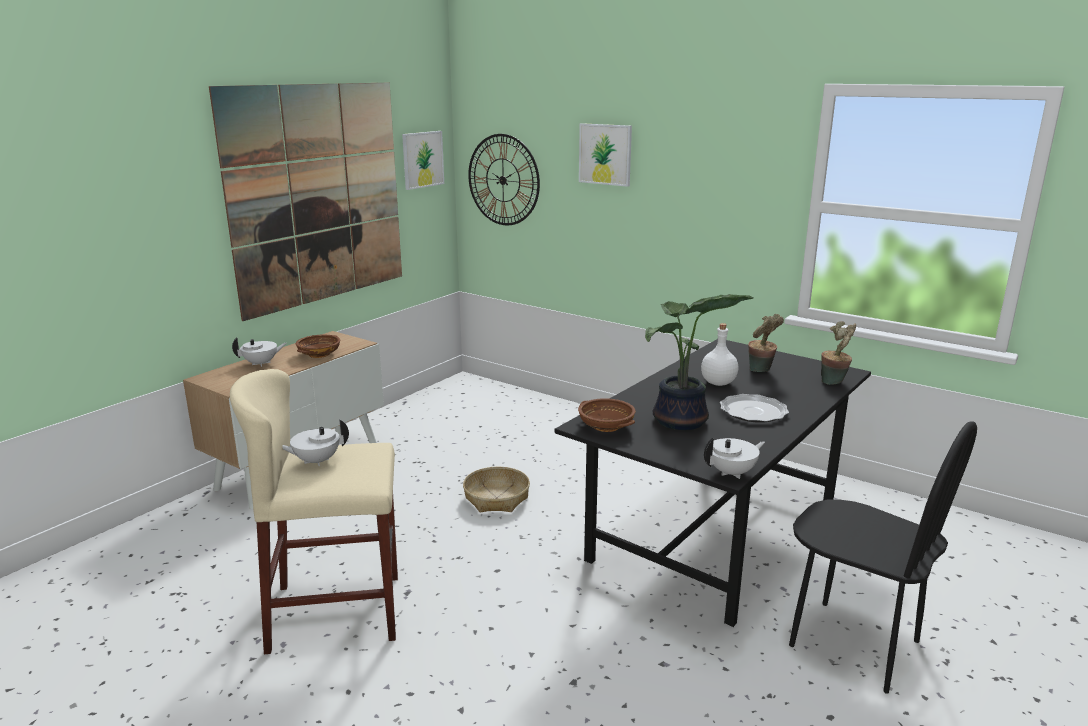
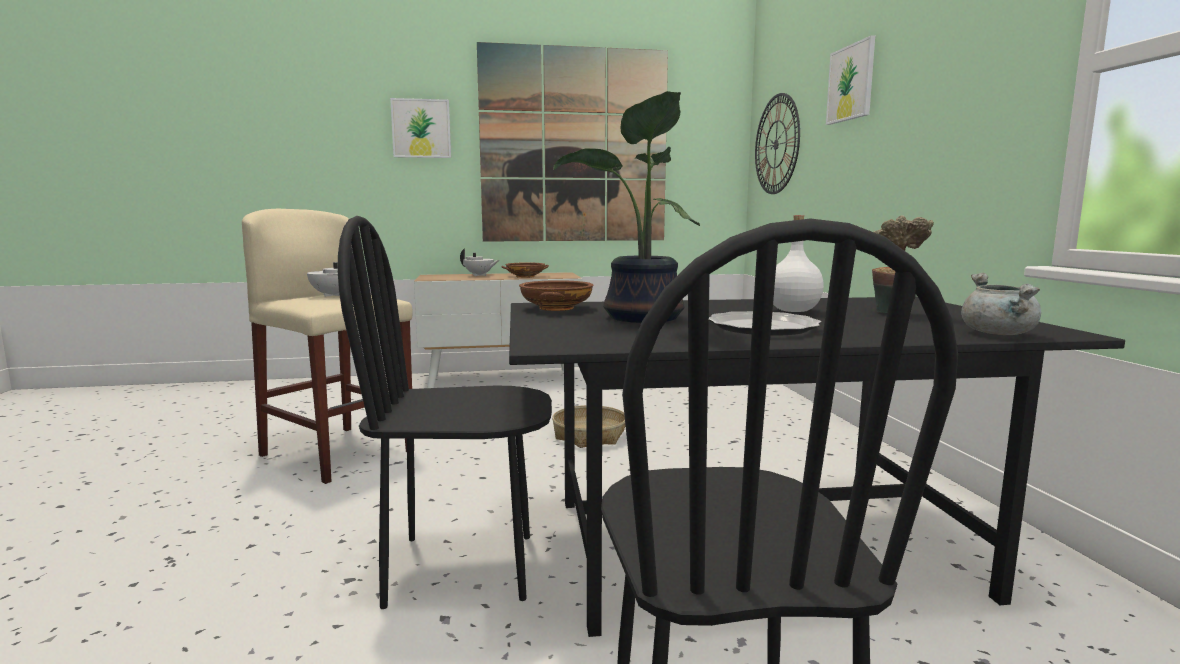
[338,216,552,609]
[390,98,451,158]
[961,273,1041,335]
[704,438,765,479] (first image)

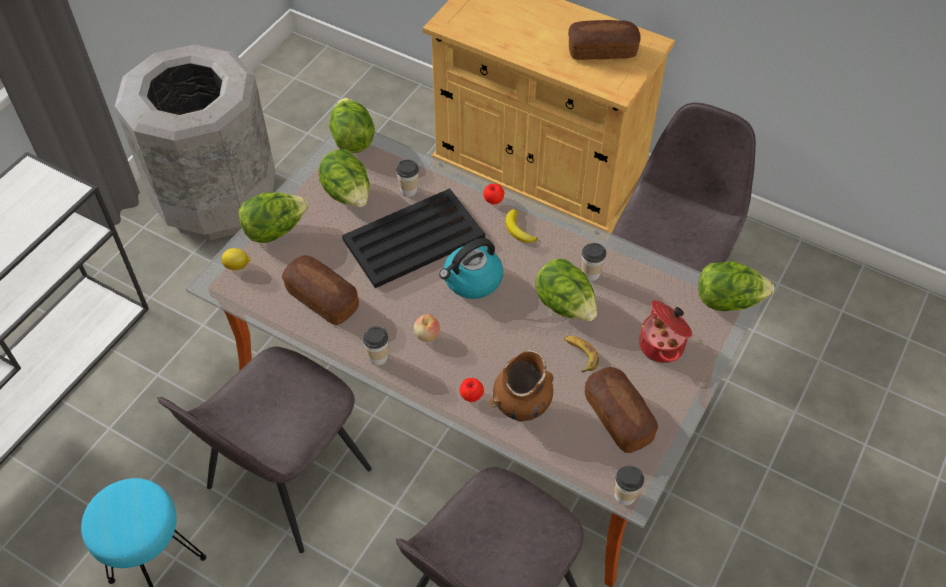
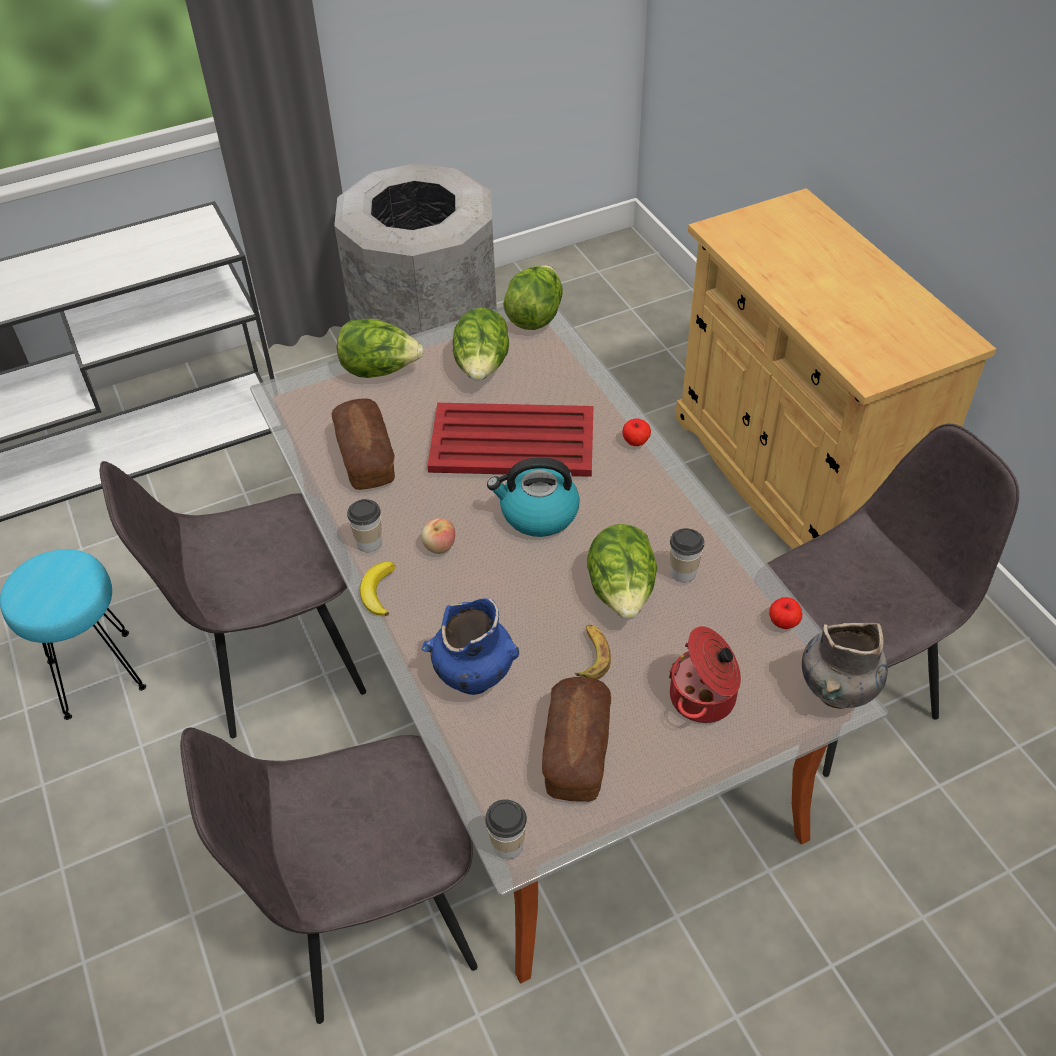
[360,562,395,616]
[422,598,519,695]
[428,403,593,477]
[769,597,802,629]
[802,623,888,709]
[222,248,250,270] (first image)
[396,160,419,197] (first image)
[568,20,640,60] (first image)

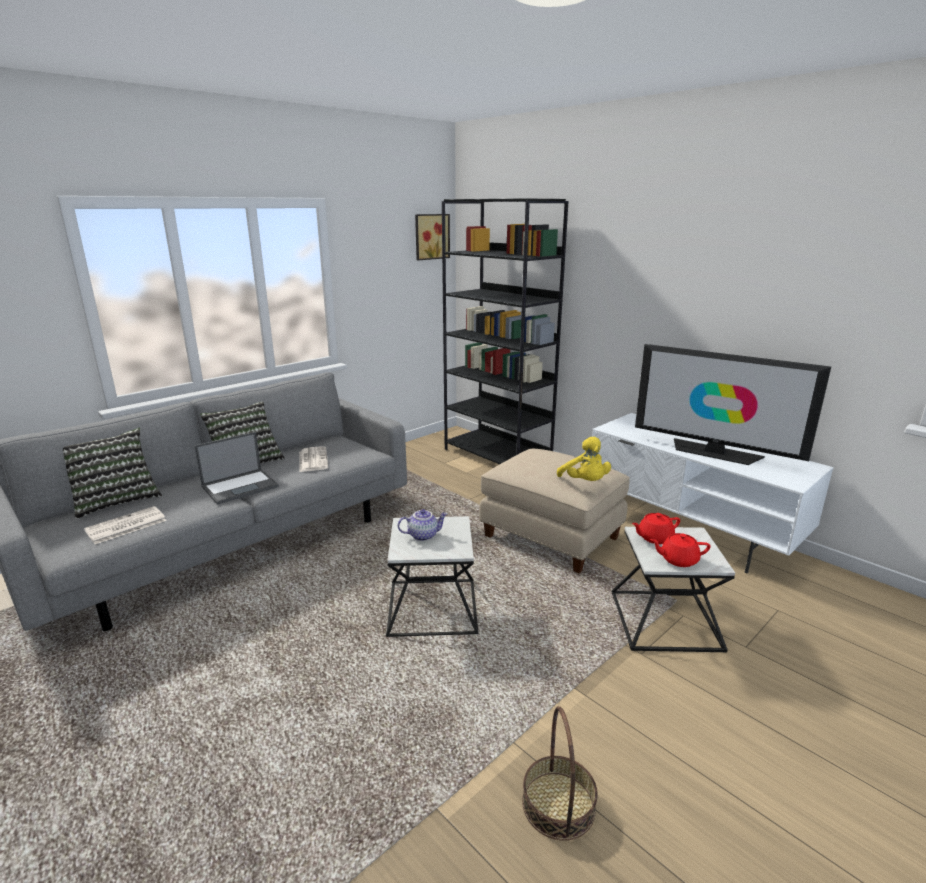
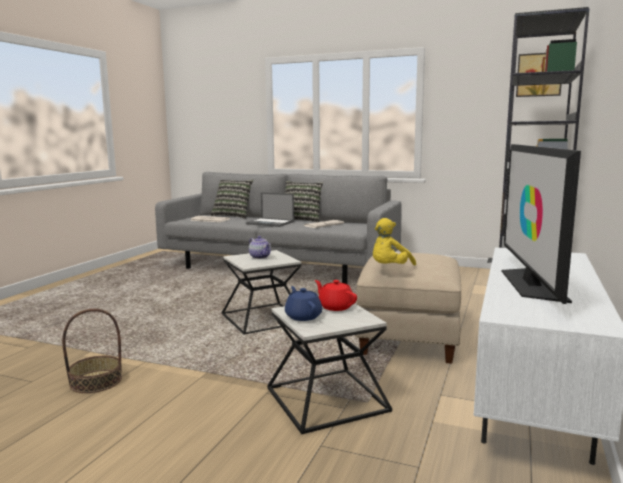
[285,286,322,321]

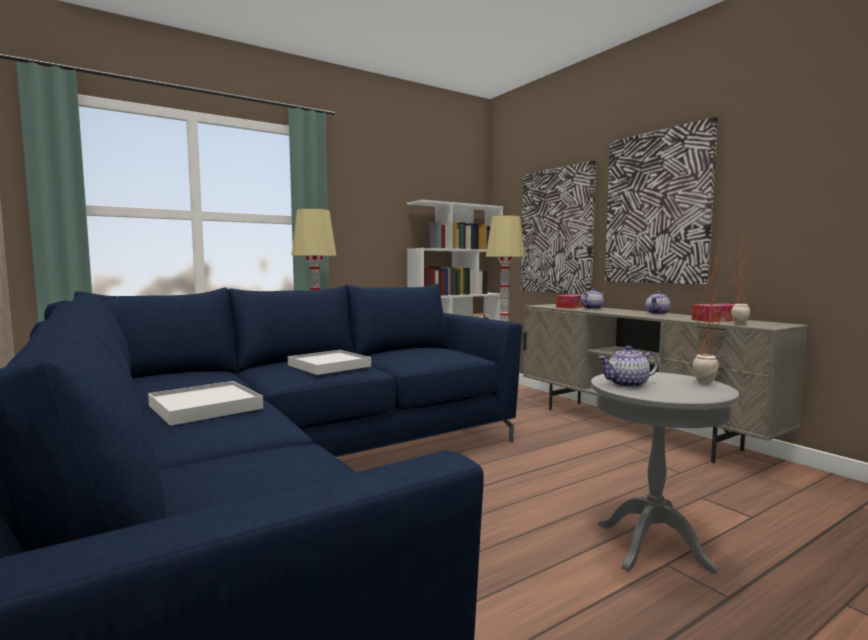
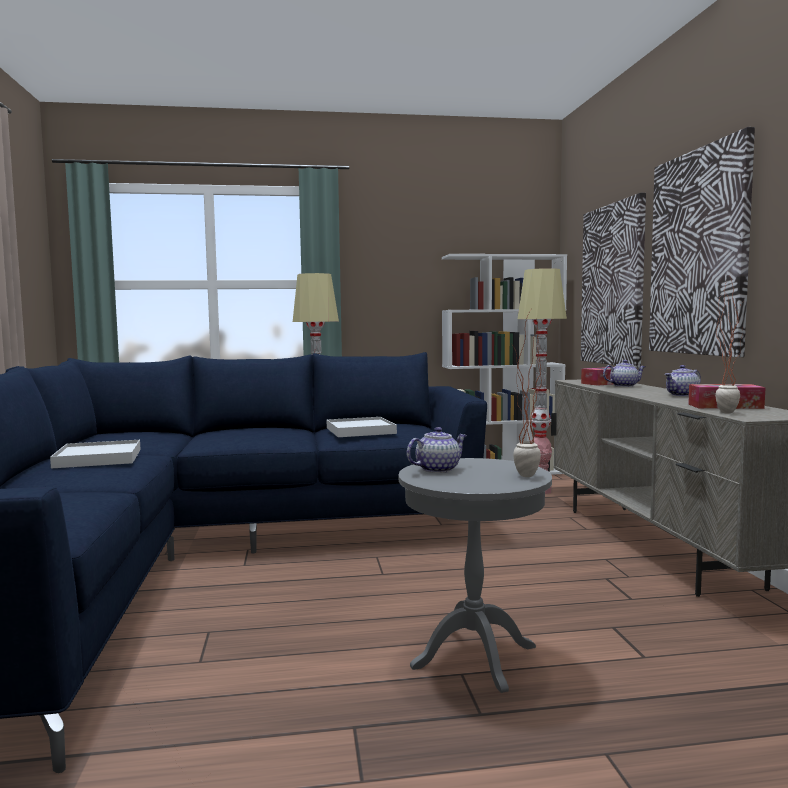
[327,417,397,437]
[407,427,467,473]

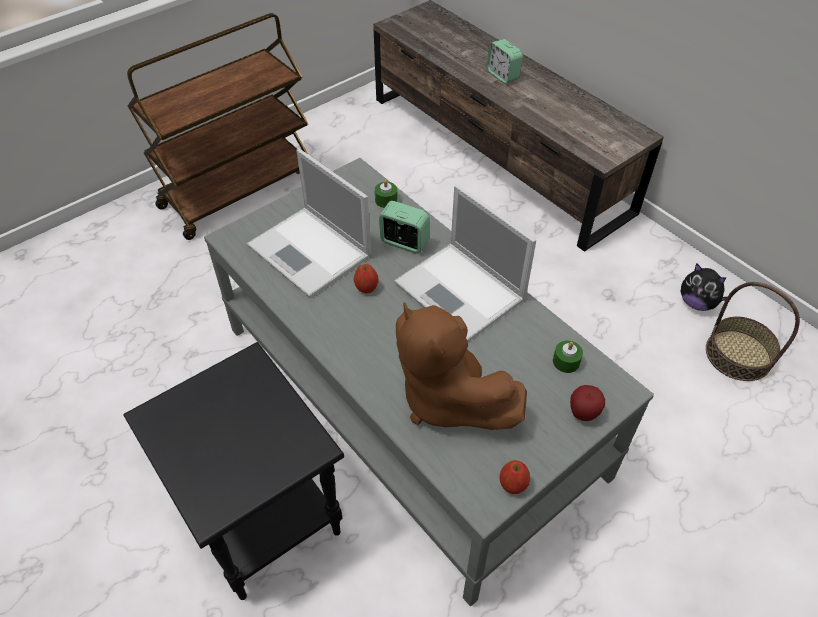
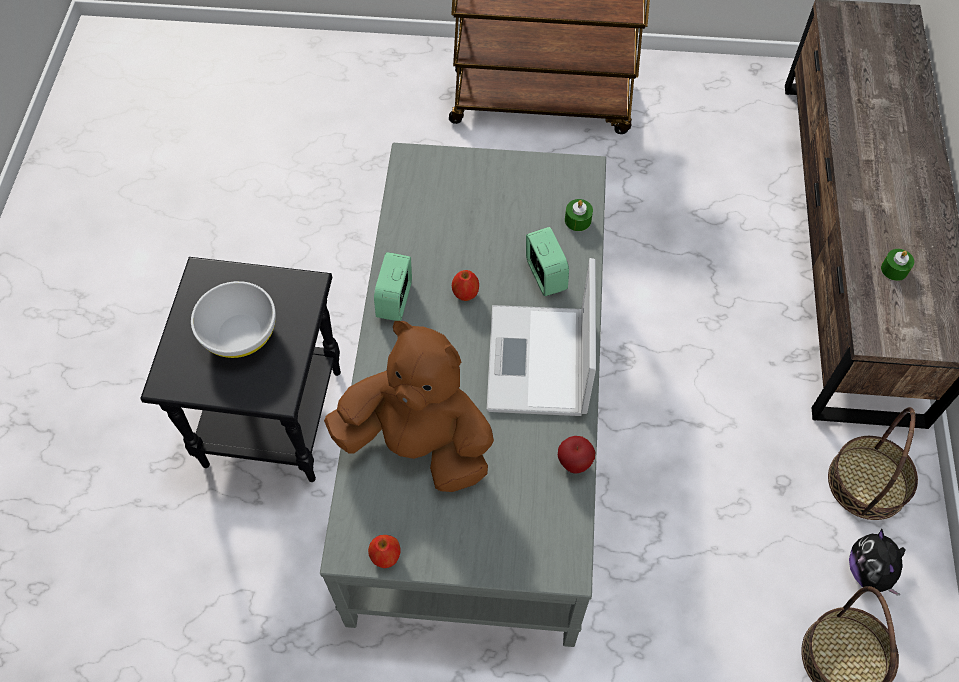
[191,281,276,358]
[324,321,494,492]
[374,252,412,321]
[558,436,595,474]
[828,407,918,520]
[881,249,914,281]
[247,149,371,298] (first image)

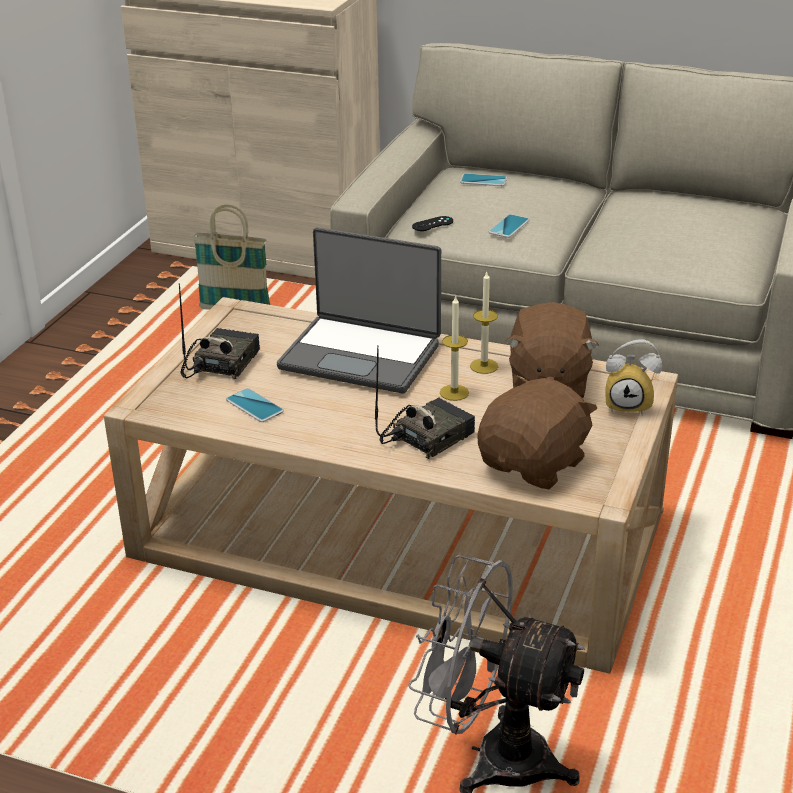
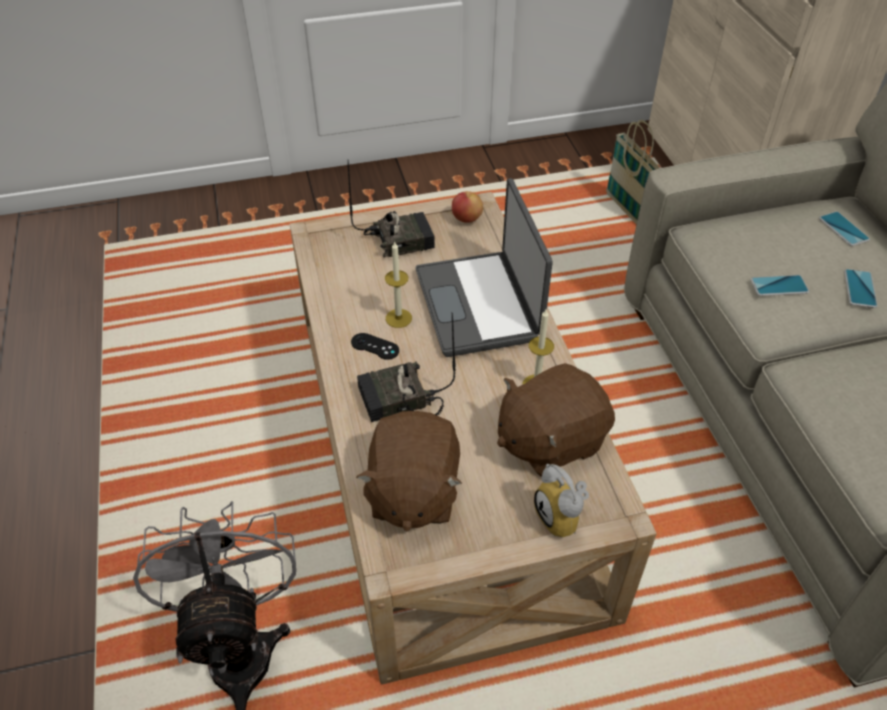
[351,333,399,360]
[356,411,462,531]
[357,312,456,422]
[385,242,412,328]
[452,191,483,223]
[844,269,878,308]

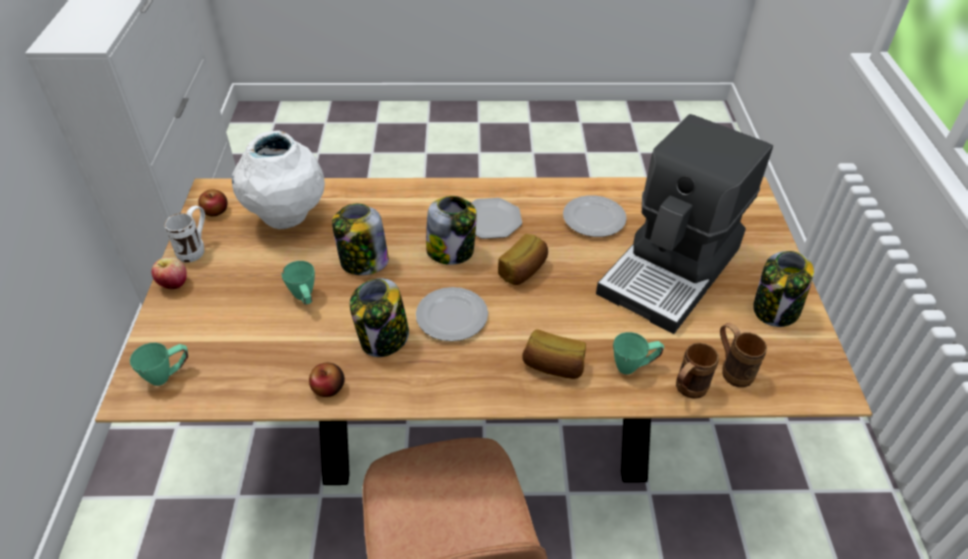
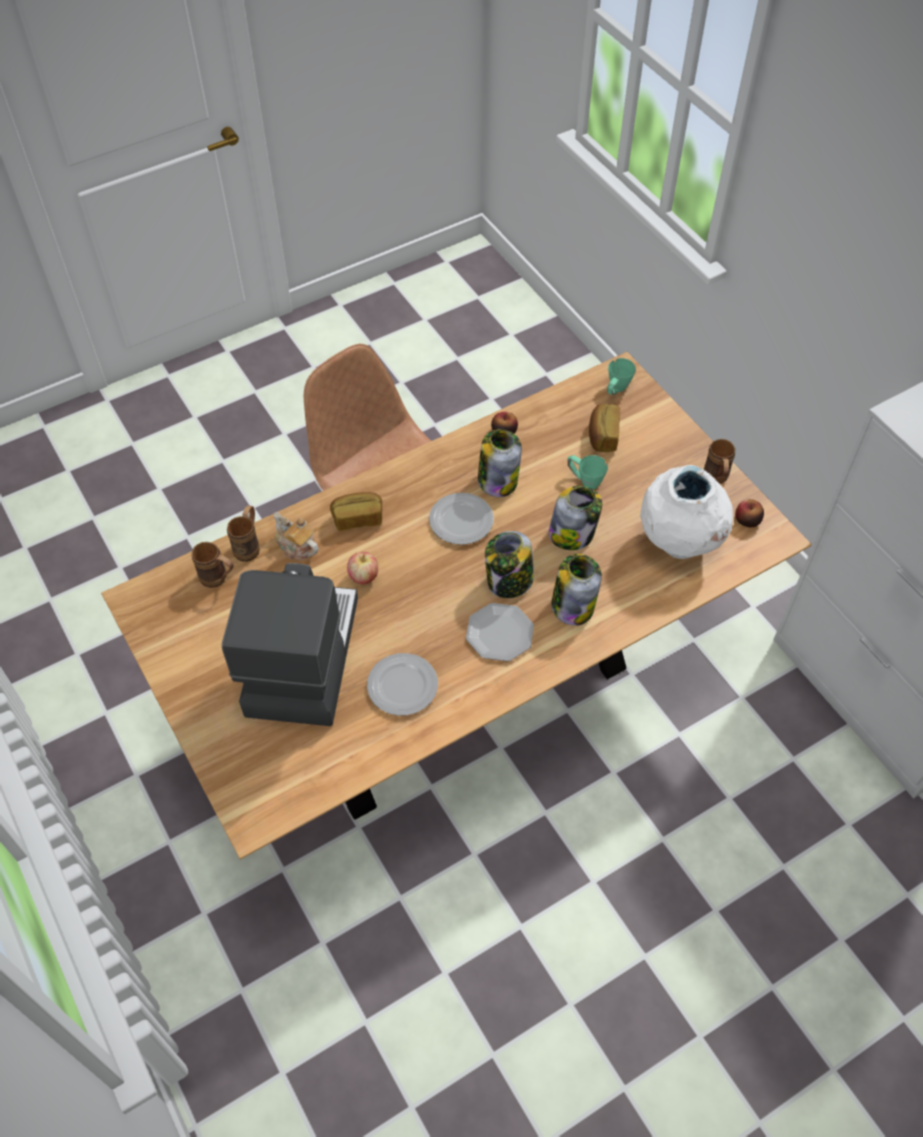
[273,512,319,560]
[347,552,378,585]
[552,554,602,626]
[589,404,620,452]
[704,439,735,484]

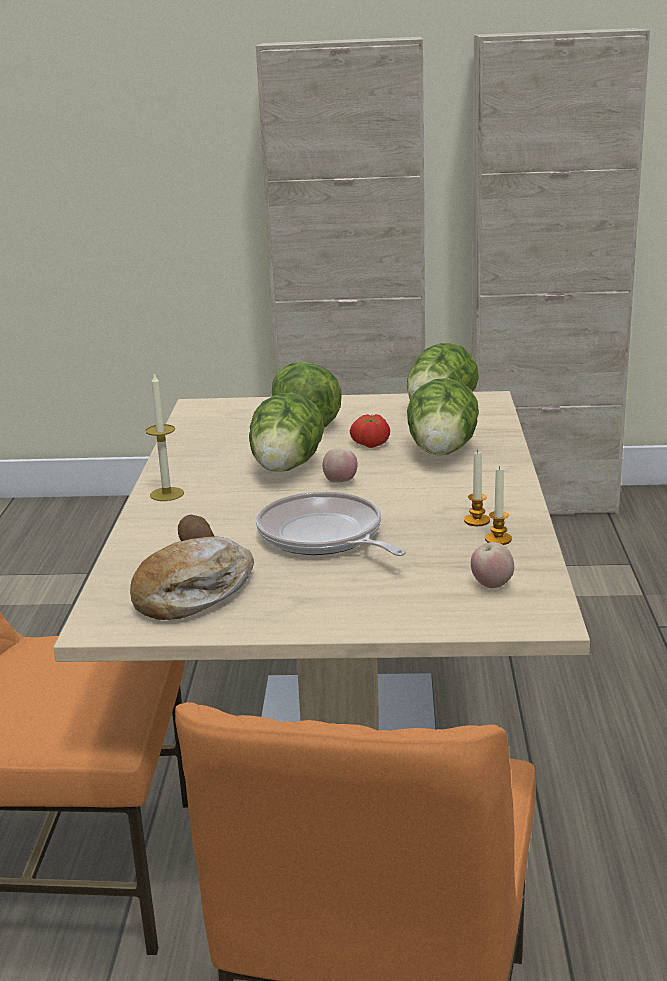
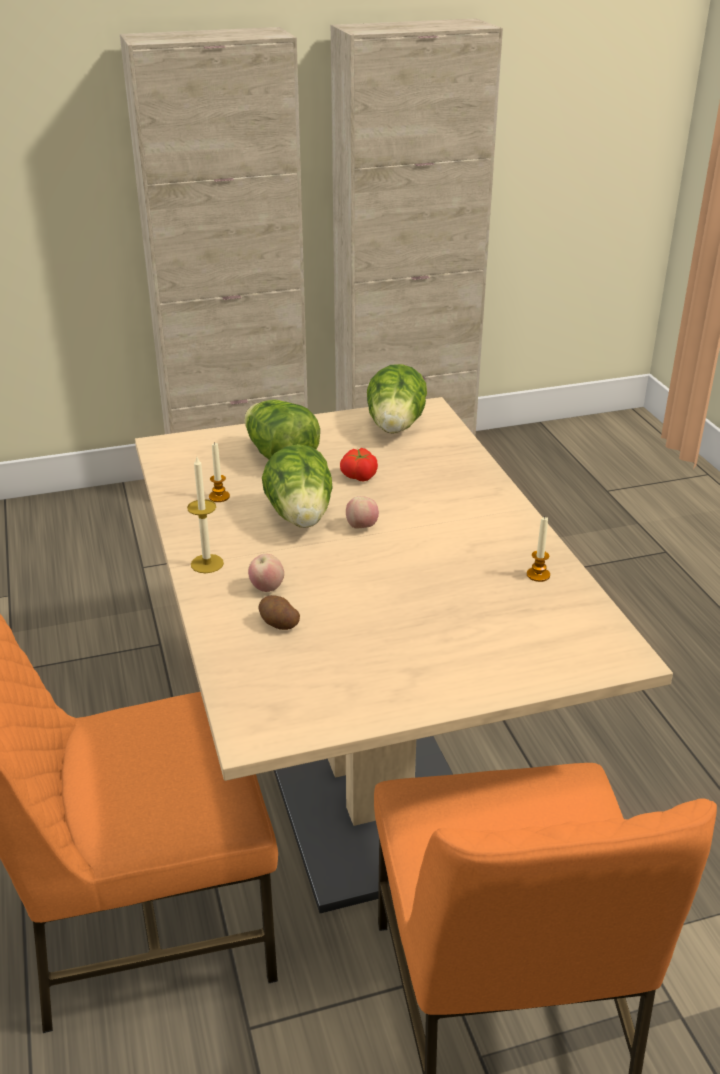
[209,442,230,502]
[248,554,284,592]
[130,536,254,620] (first image)
[256,491,406,556] (first image)
[407,378,479,455] (first image)

